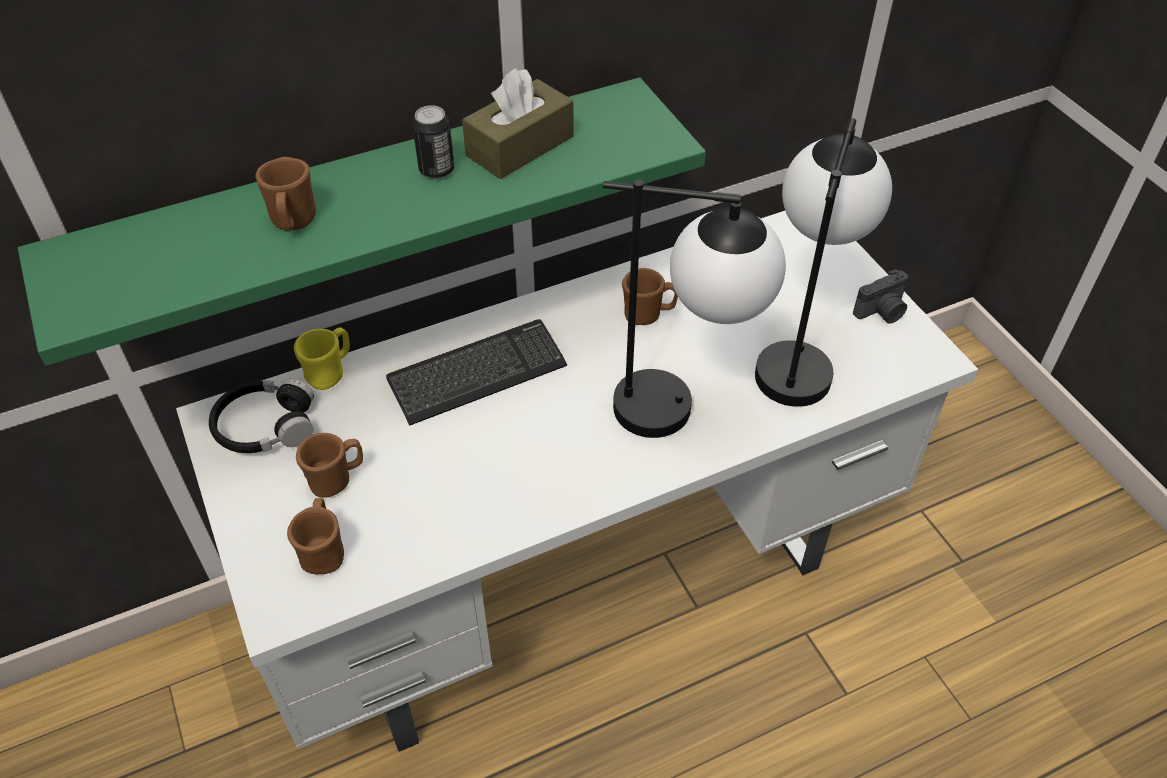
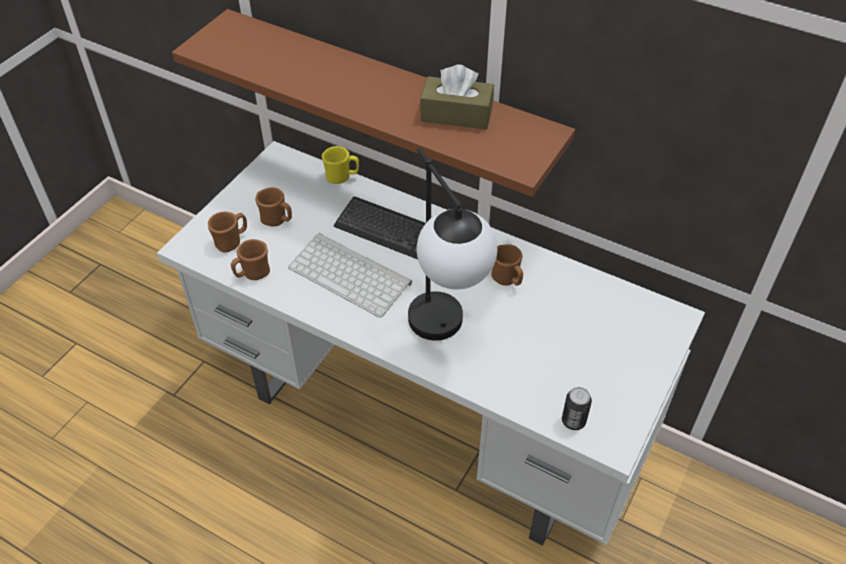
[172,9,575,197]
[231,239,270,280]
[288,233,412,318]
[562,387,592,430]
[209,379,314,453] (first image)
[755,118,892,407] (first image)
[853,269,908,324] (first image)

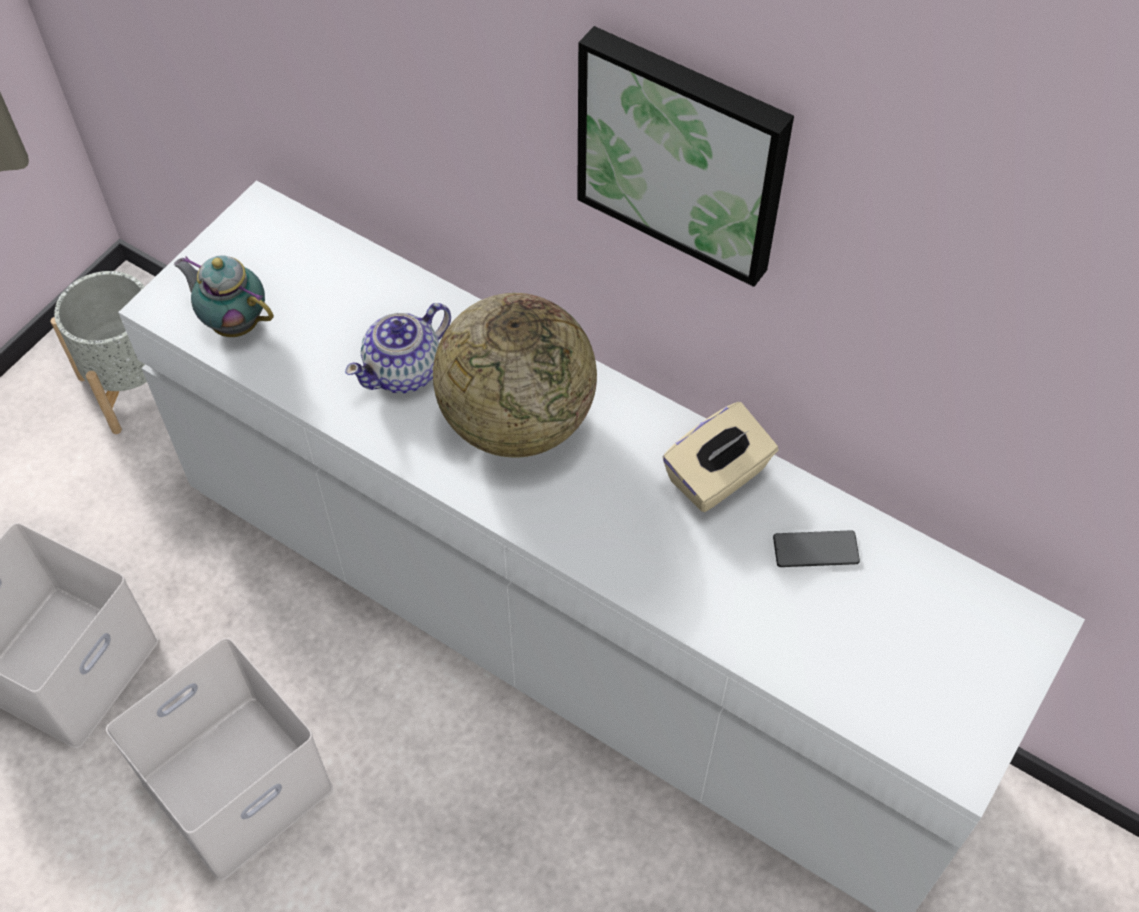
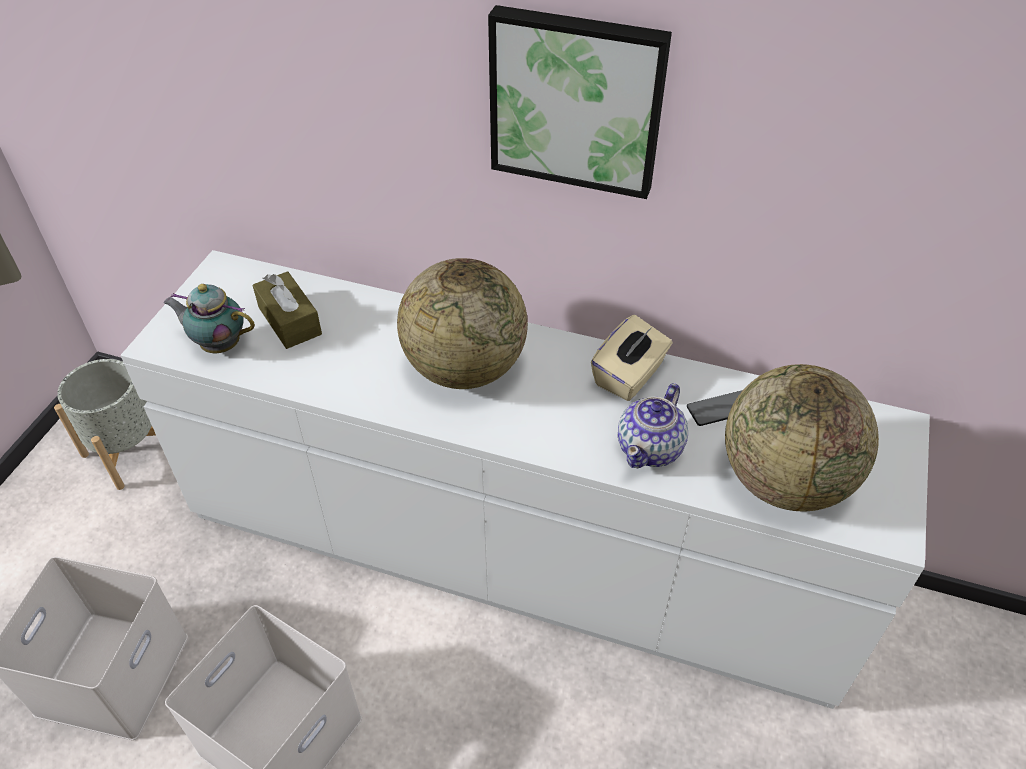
[253,271,322,349]
[618,383,688,468]
[725,364,879,511]

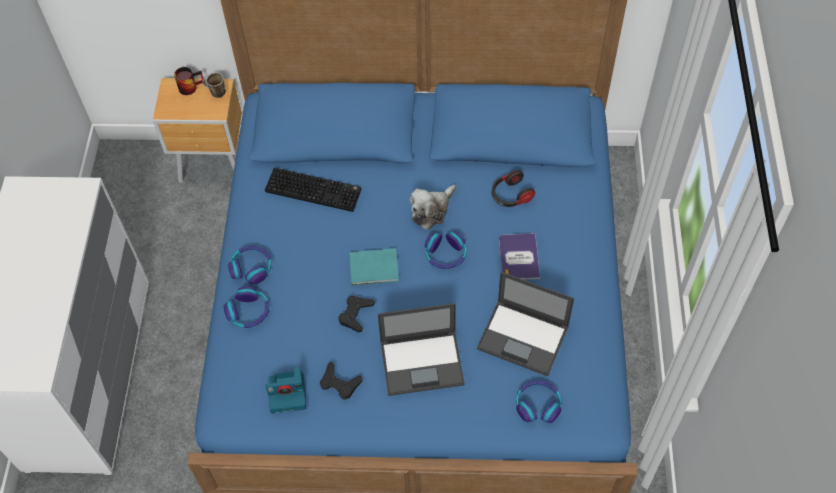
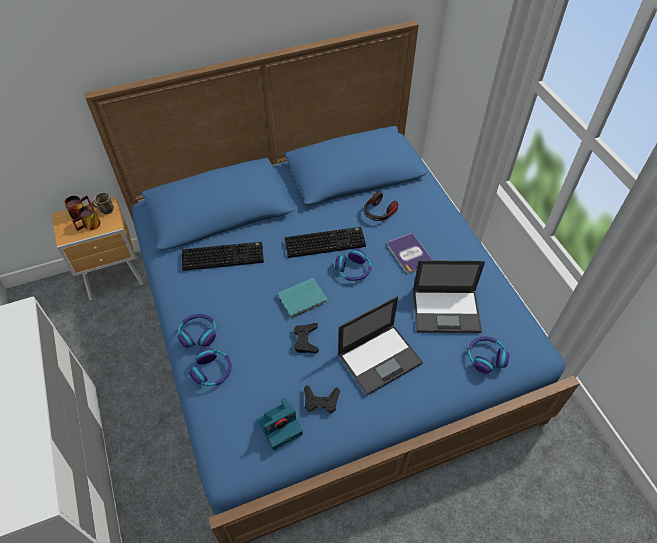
[72,205,100,231]
[285,227,366,258]

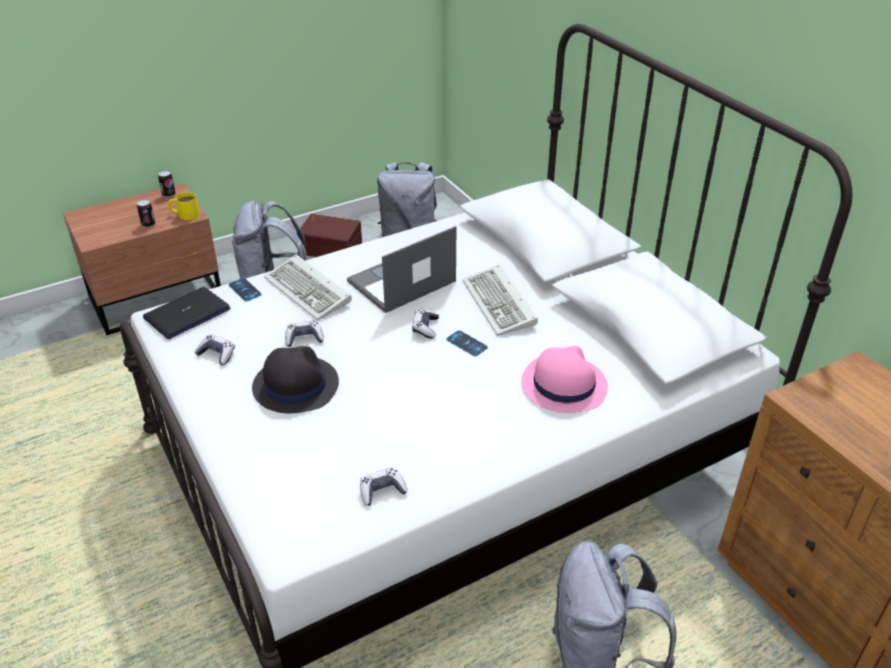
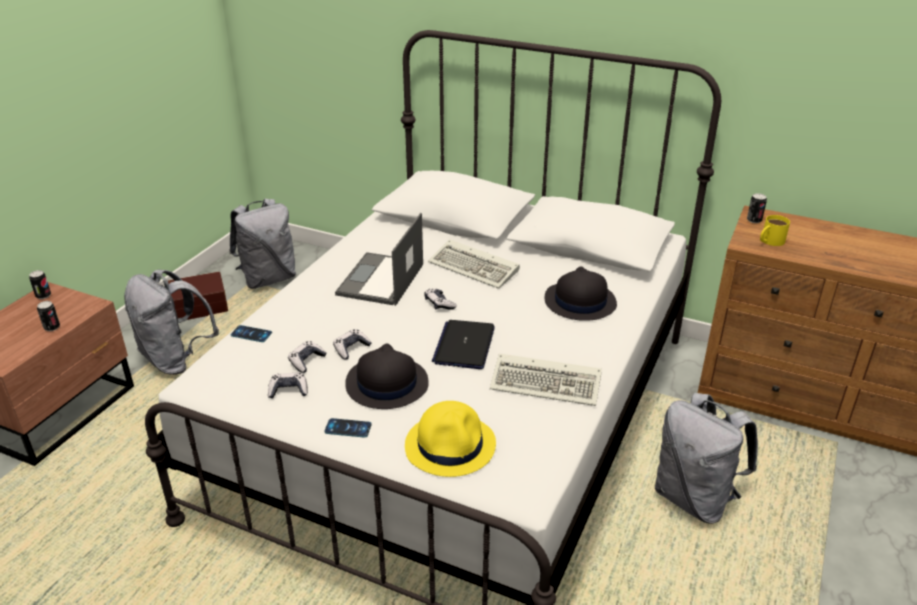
[288,341,327,373]
[324,418,372,438]
[405,401,496,477]
[432,320,495,369]
[490,353,602,406]
[545,266,617,321]
[747,193,767,223]
[760,215,790,246]

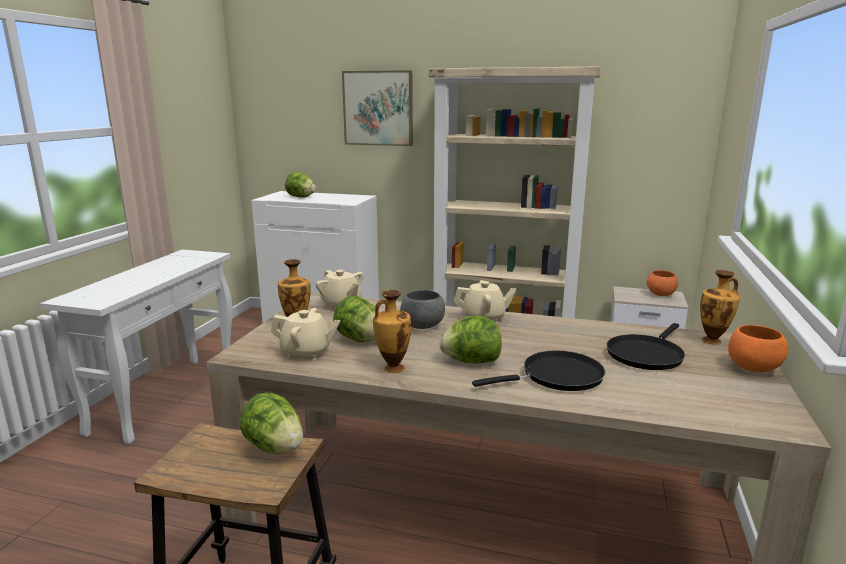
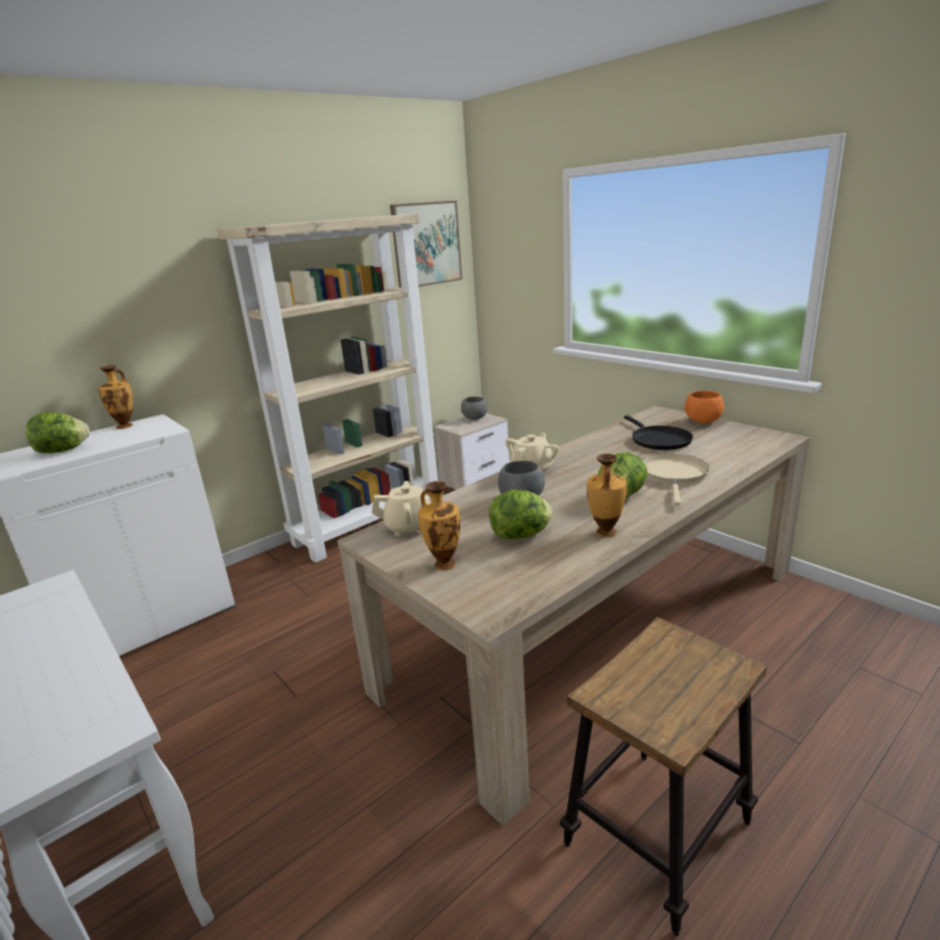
[98,365,133,429]
[390,201,462,288]
[461,397,487,420]
[642,453,709,505]
[240,392,303,454] (first image)
[271,308,340,360] (first image)

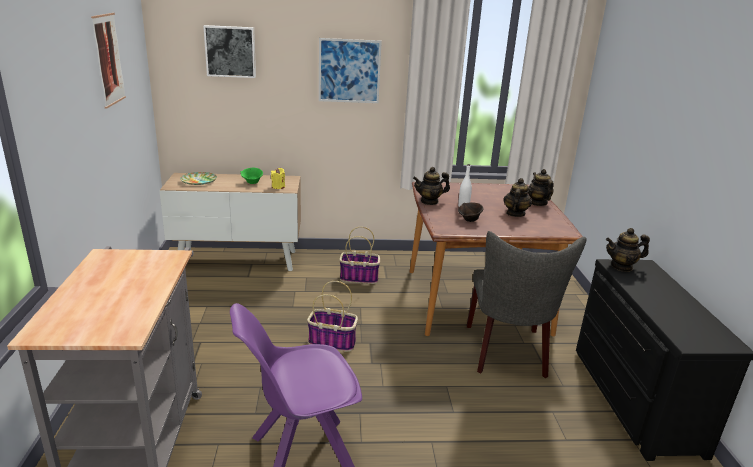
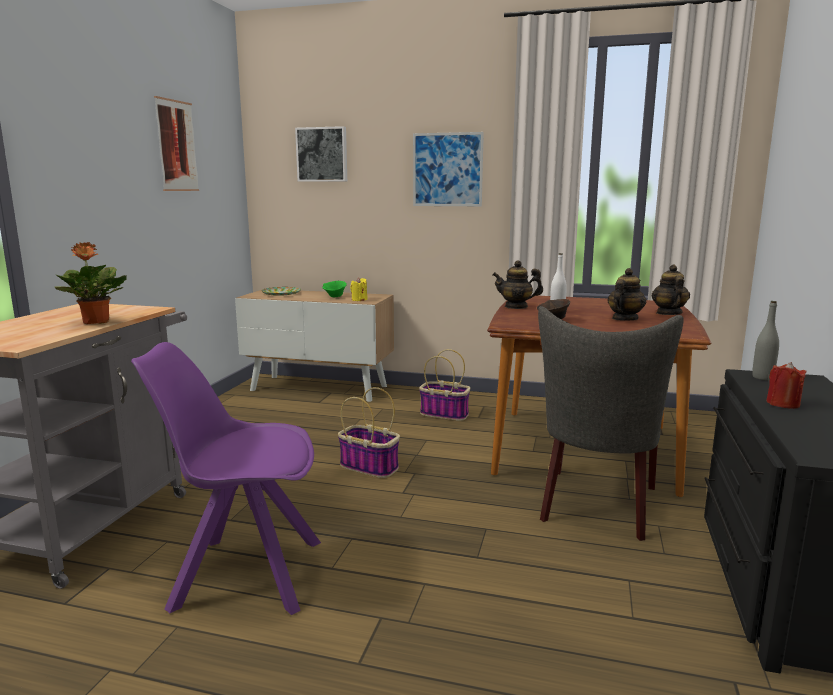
[55,242,127,324]
[752,301,779,380]
[766,362,807,409]

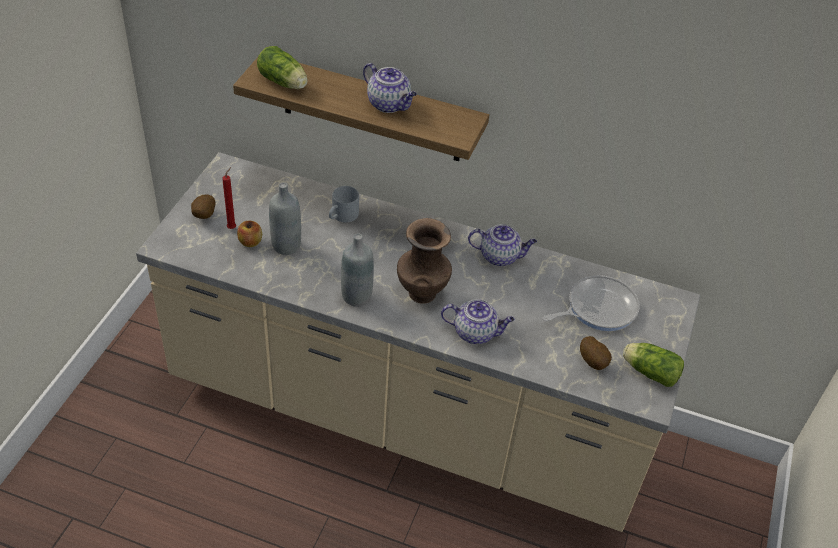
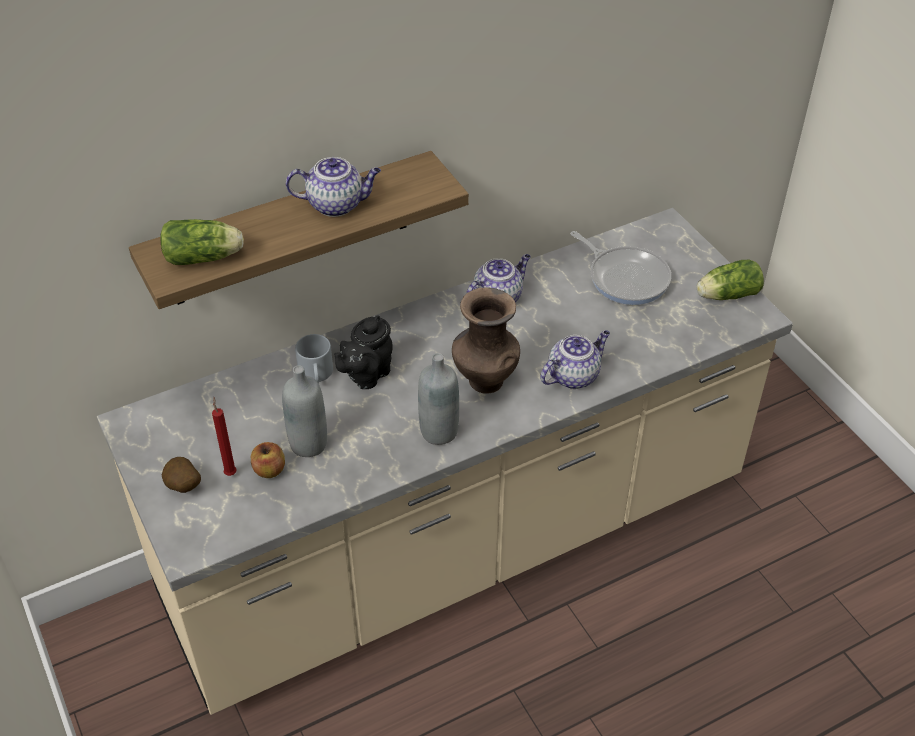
[334,315,393,389]
[570,231,671,305]
[580,336,612,370] (first image)

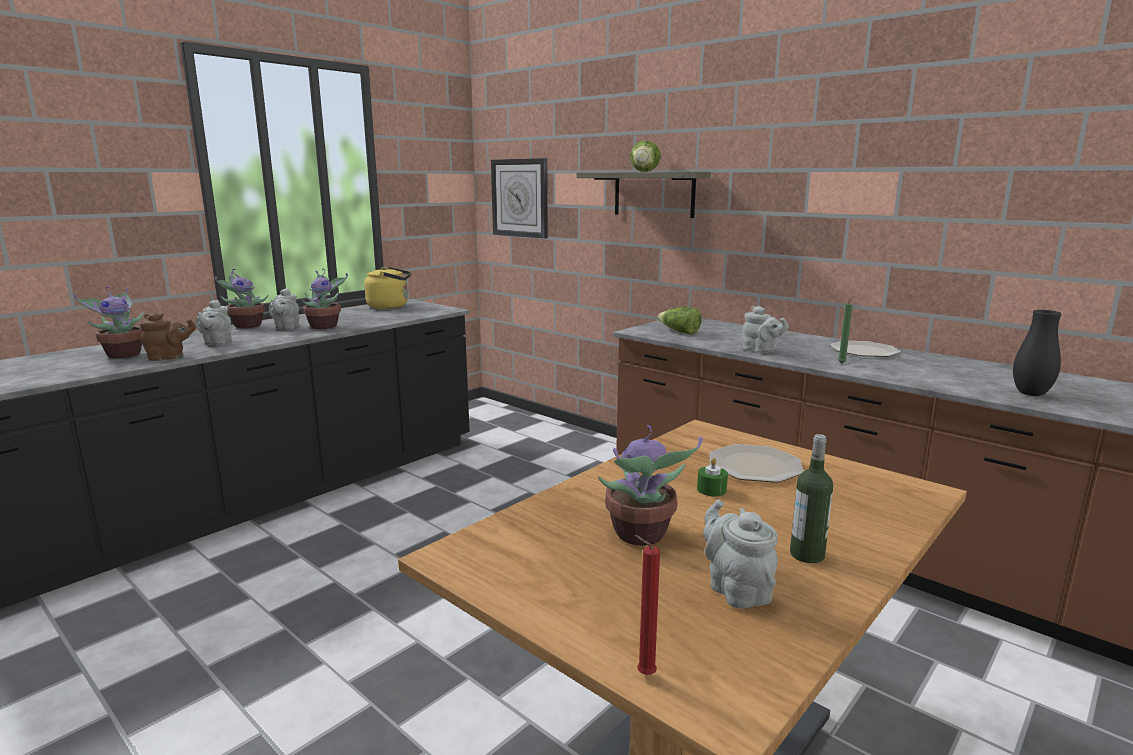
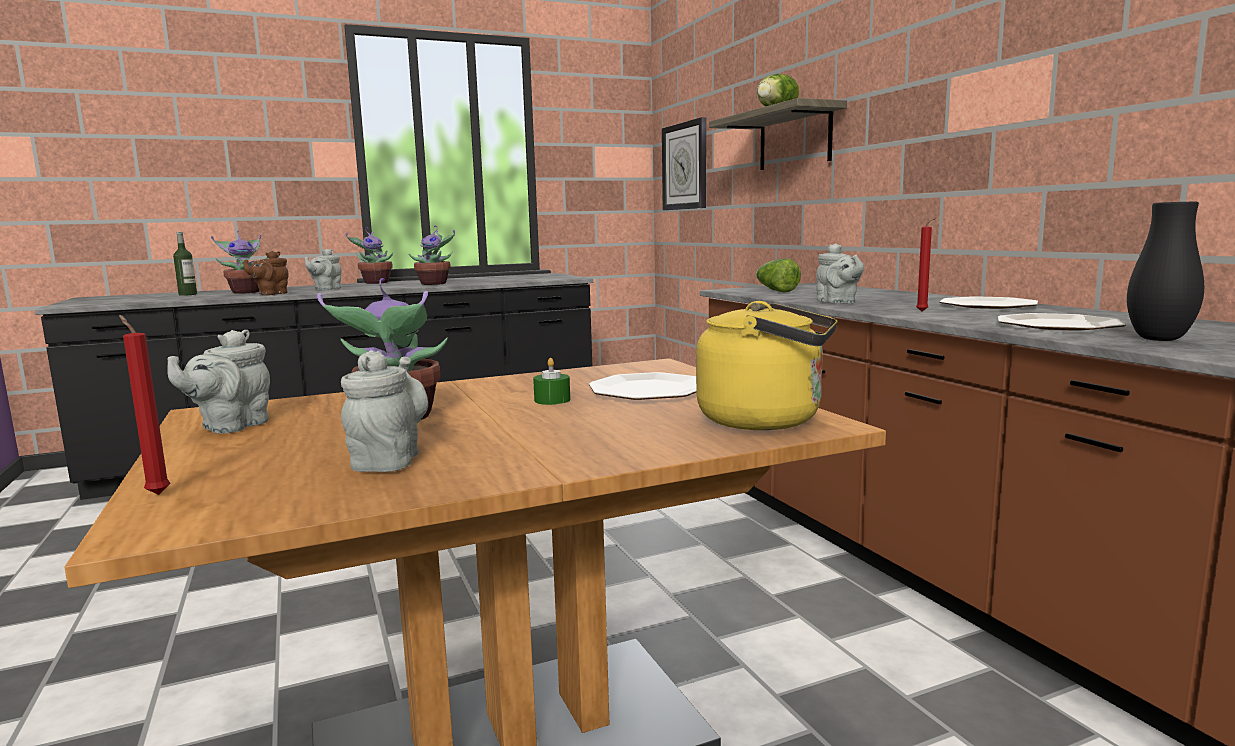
[167,330,270,434]
[173,232,197,296]
[243,251,289,295]
[696,301,837,430]
[916,217,937,312]
[998,313,1126,331]

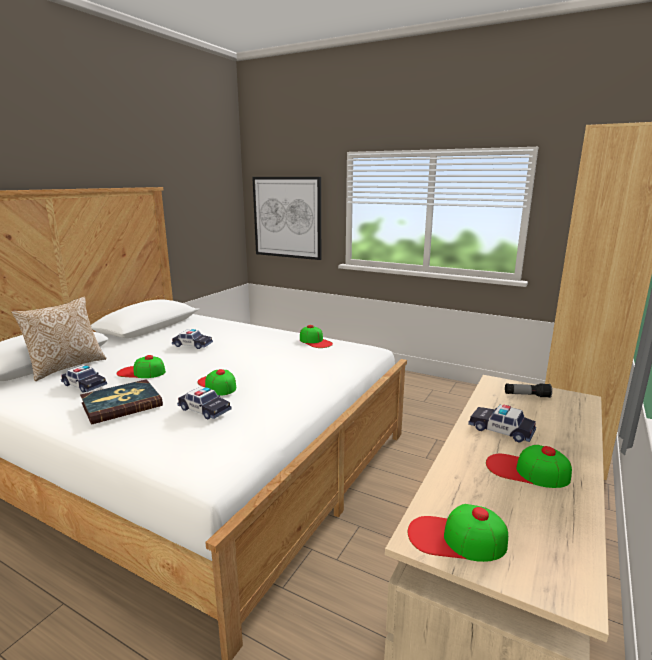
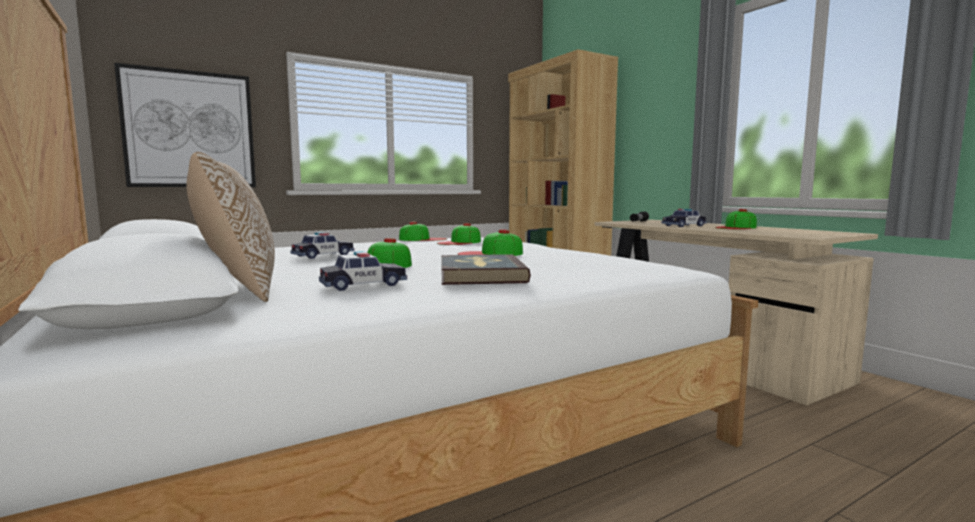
[437,223,481,245]
[177,386,231,419] (first image)

